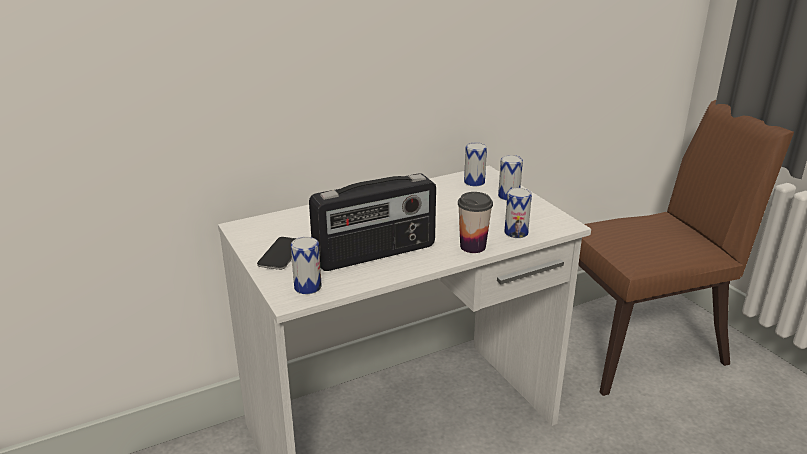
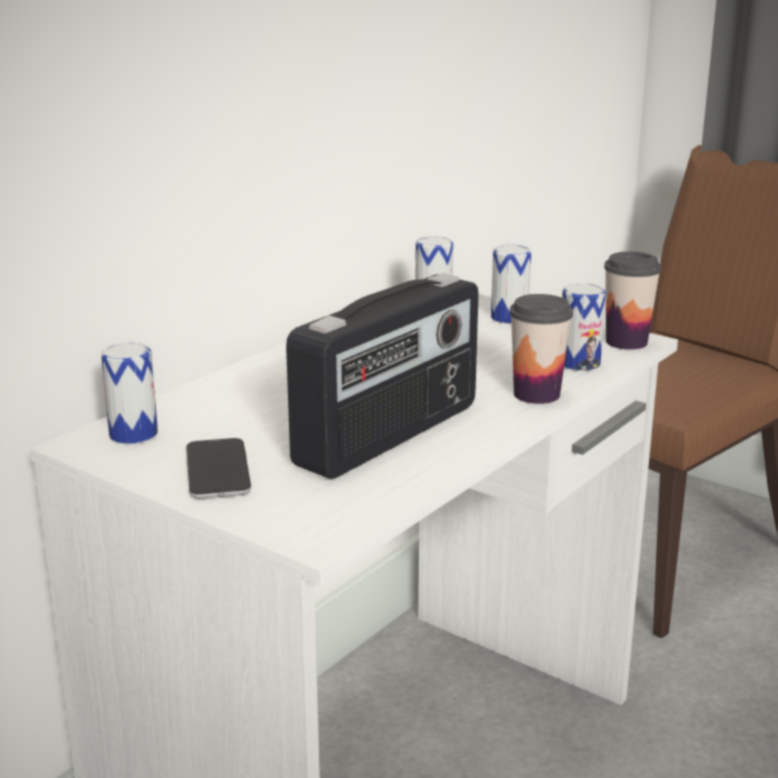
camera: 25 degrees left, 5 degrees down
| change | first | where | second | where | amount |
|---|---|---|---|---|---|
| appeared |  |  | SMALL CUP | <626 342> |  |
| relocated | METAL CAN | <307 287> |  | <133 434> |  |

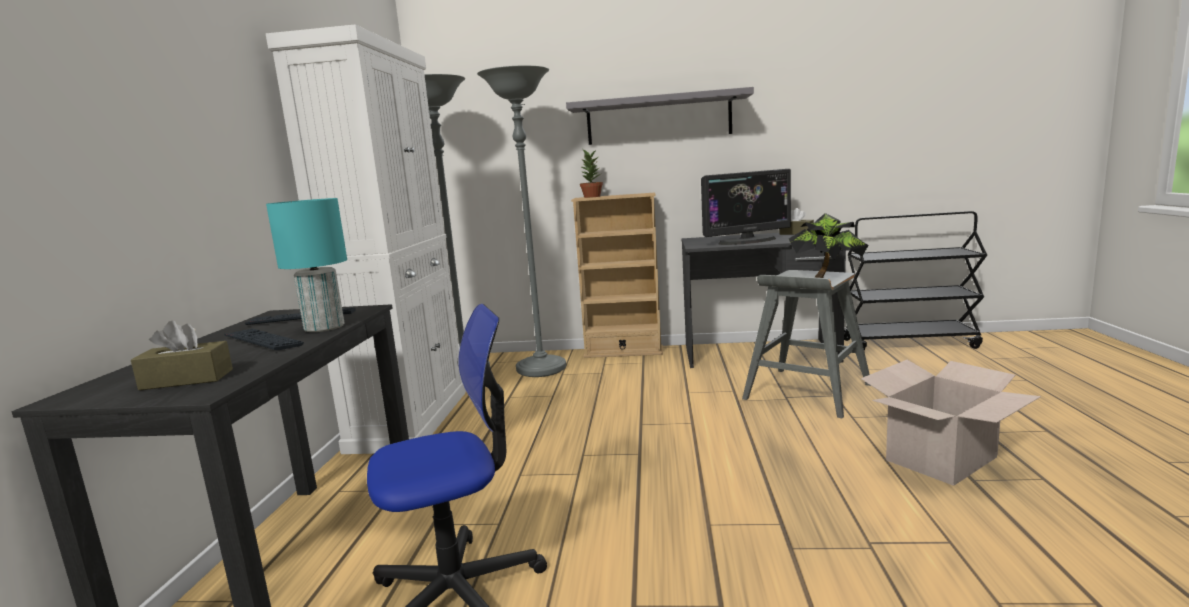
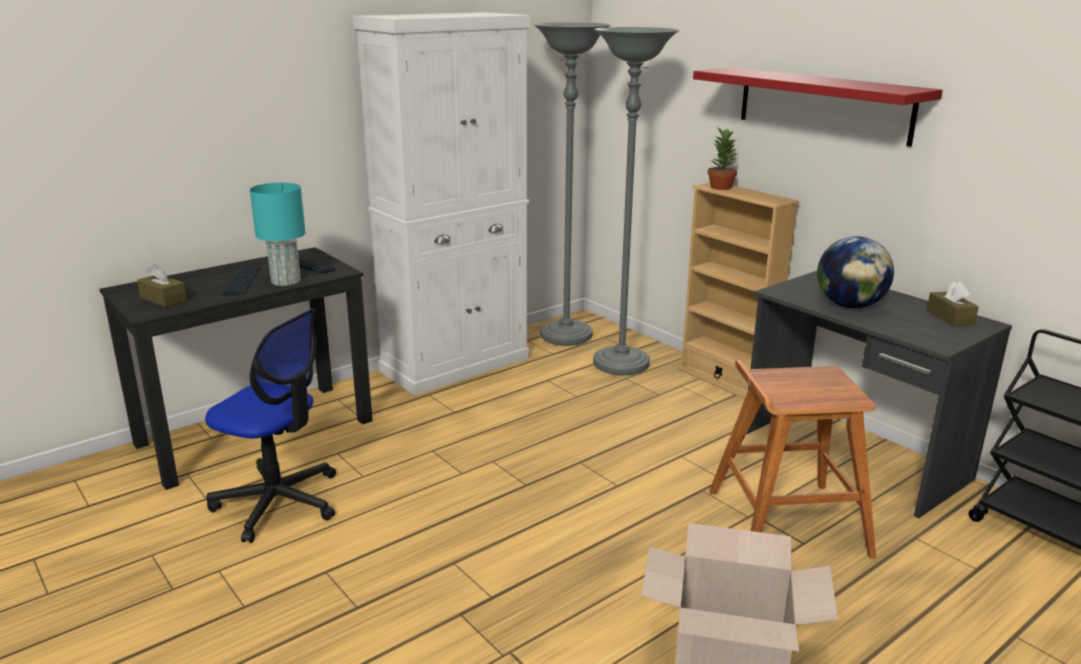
camera: 45 degrees right, 10 degrees up
| change | first | where | second | where | amount |
|---|---|---|---|---|---|
| missing | POTTED PLANT | <826 276> |  |  |  |
| exchanged | COMPUTER SCREEN | <747 241> | WORLD GLOBE | <849 306> |  |
| colour | GREYISH SHELF | <658 119> | RED SHELF | <823 104> |  |
| colour | GREYISH STOOL SEAT | <806 392> | BROWN-COLOURED STOOL SEAT | <785 522> |  |

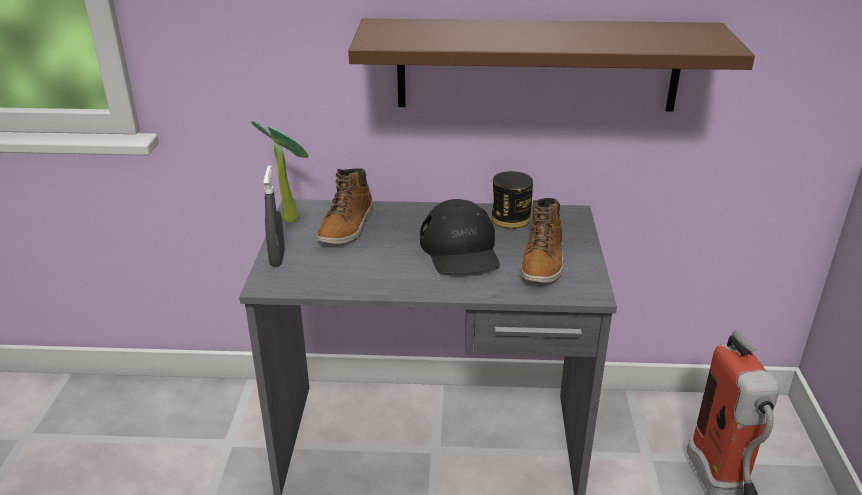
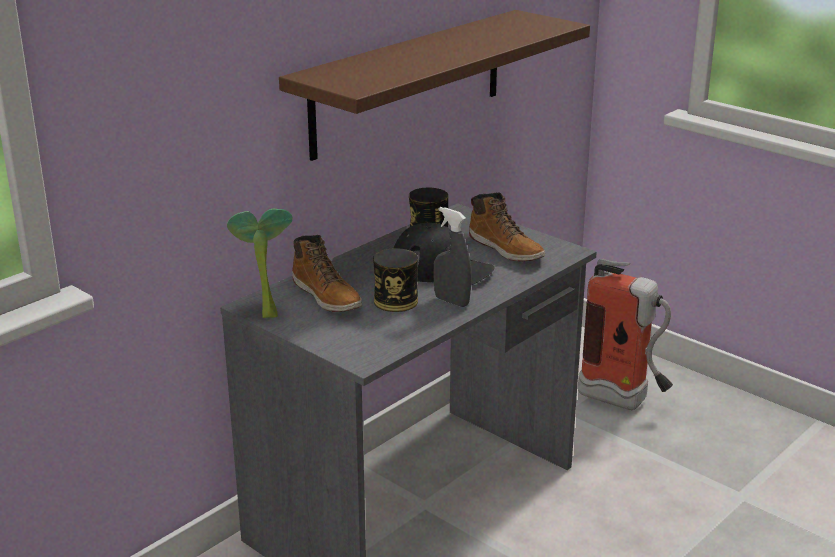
camera: 50 degrees left, 5 degrees down
| change | first | where | second | where | amount |
|---|---|---|---|---|---|
| appeared |  |  | METAL CAN | <396 301> |  |
| relocated | GREYISH SPRAYER | <277 258> |  | <451 301> |  |

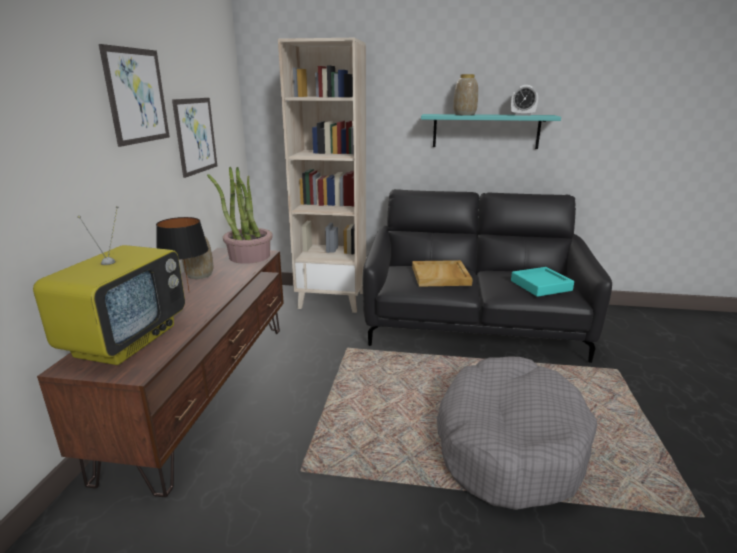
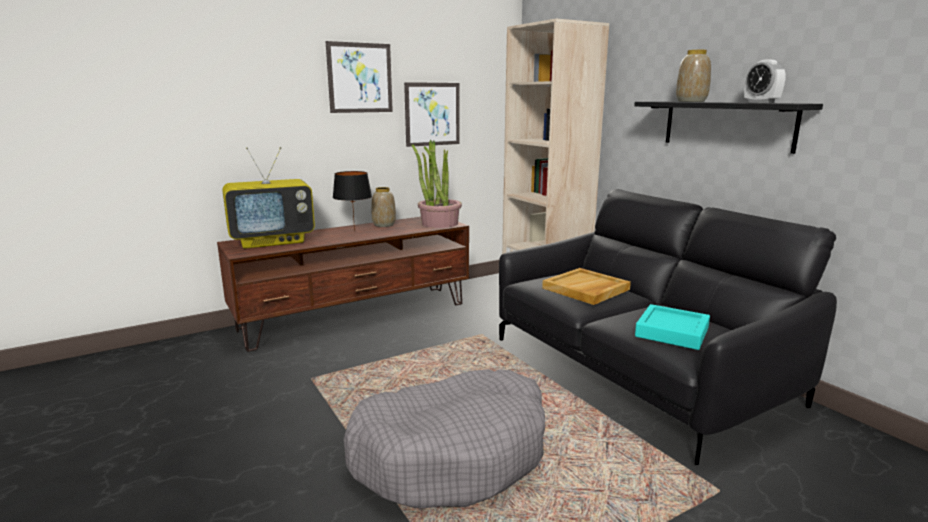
camera: 50 degrees right, 5 degrees down
| change | first | where | second | where | amount |
|---|---|---|---|---|---|
| colour | TURQUOISE SHELF | <486 131> | BLACK-COLOURED SHELF | <727 125> |  |

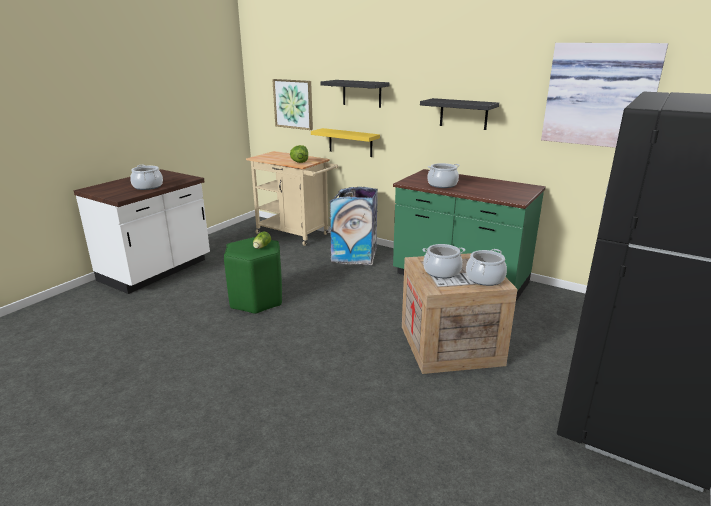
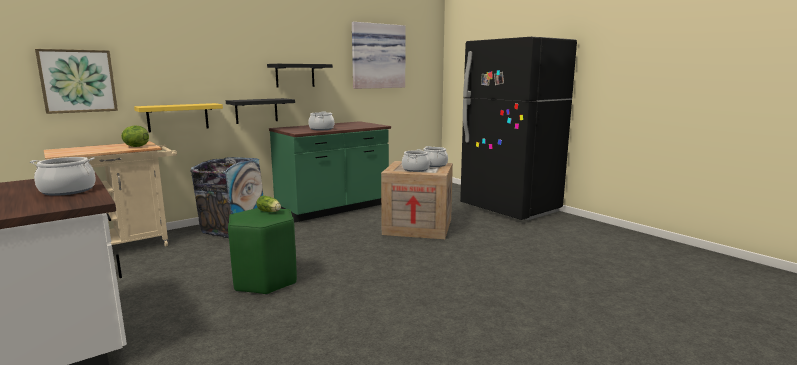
camera: 70 degrees left, 10 degrees down
| change | first | where | second | where | amount |
|---|---|---|---|---|---|
| relocated | BLACK-COLOURED SHELF | <362 93> |  | <256 110> |  |

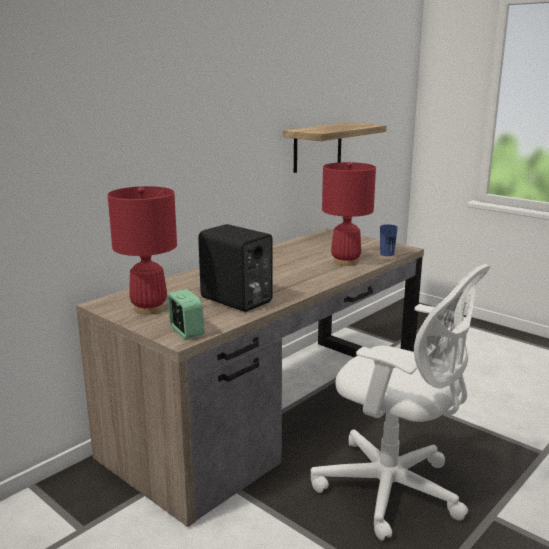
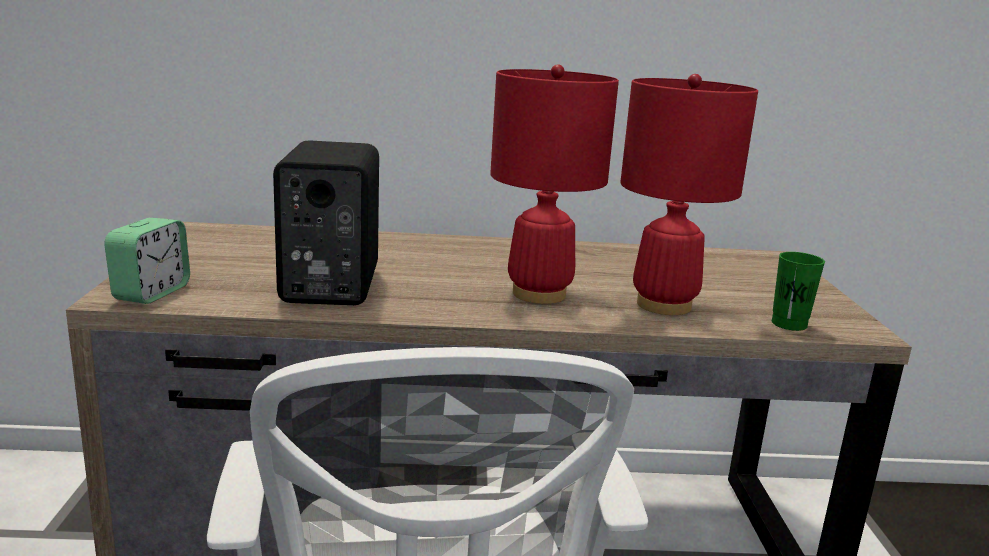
camera: 45 degrees right, 0 degrees up
| change | first | where | second | where | amount |
|---|---|---|---|---|---|
| missing | SHELF | <317 147> |  |  |  |
| relocated | RED TABLETOP LAMP | <149 308> |  | <538 294> |  |
| colour | BLUE-COLOURED SMALL CUP | <387 254> | GREENISH SMALL CUP | <789 324> |  |

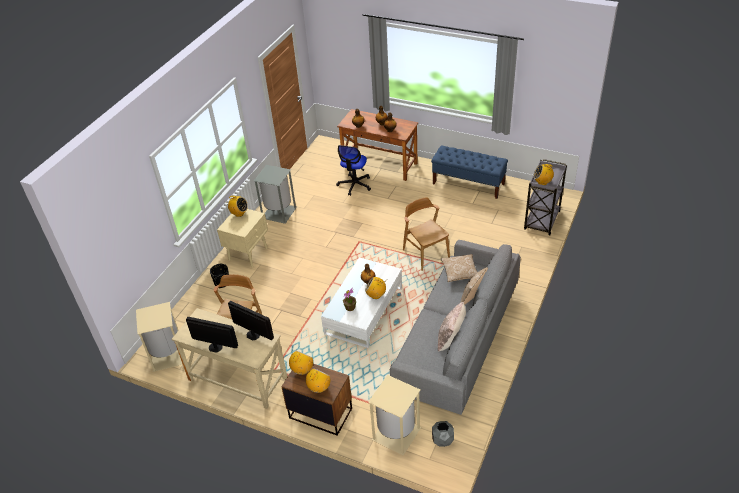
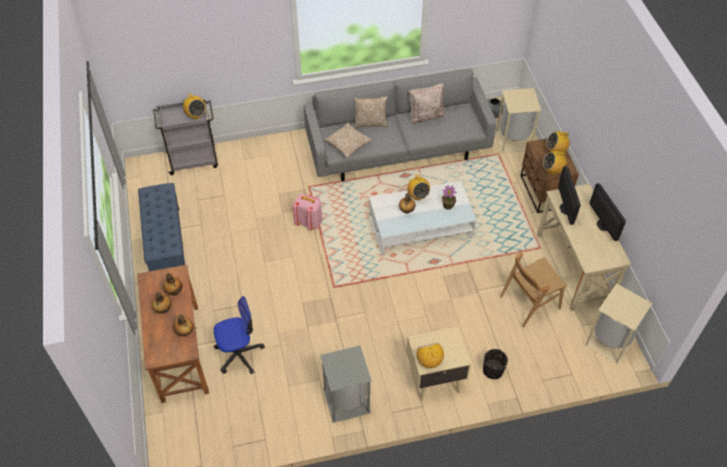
camera: 130 degrees left, 10 degrees up
| change | first | where | second | where | amount |
|---|---|---|---|---|---|
| exchanged | BROWN-COLOURED UPRIGHT CHAIR | <426 254> | PINKISH KNAPSACK | <309 222> |  |

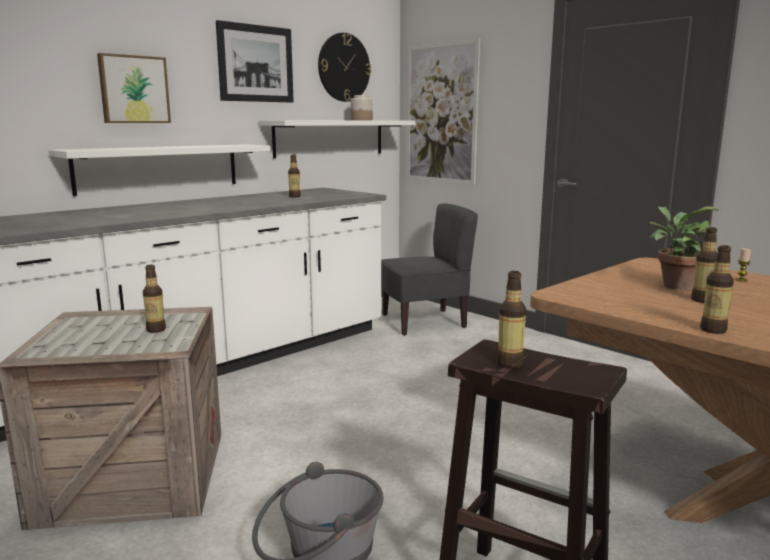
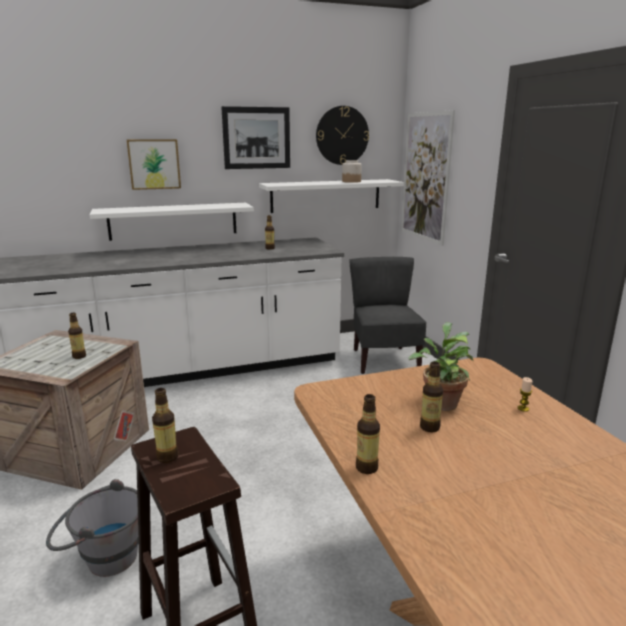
camera: 25 degrees right, 5 degrees up
| change | first | where | second | where | amount |
|---|---|---|---|---|---|
| spun | GREYISH UPRIGHT CHAIR | <424 322> |  | <384 360> | 105 degrees counterclockwise |

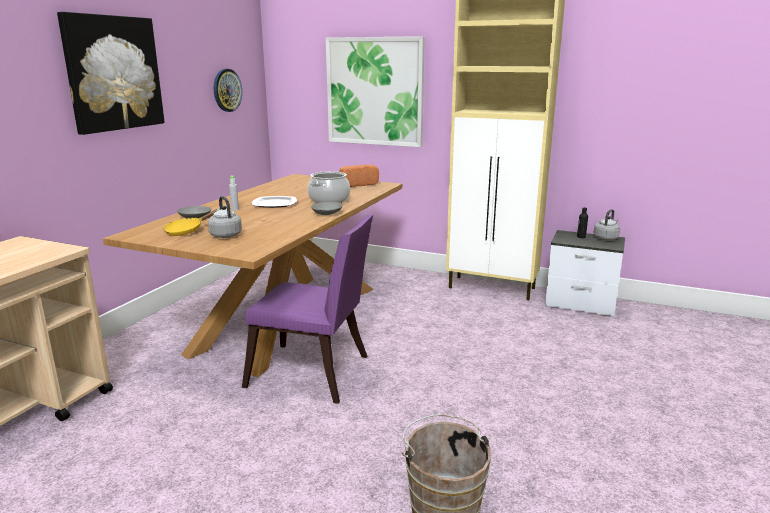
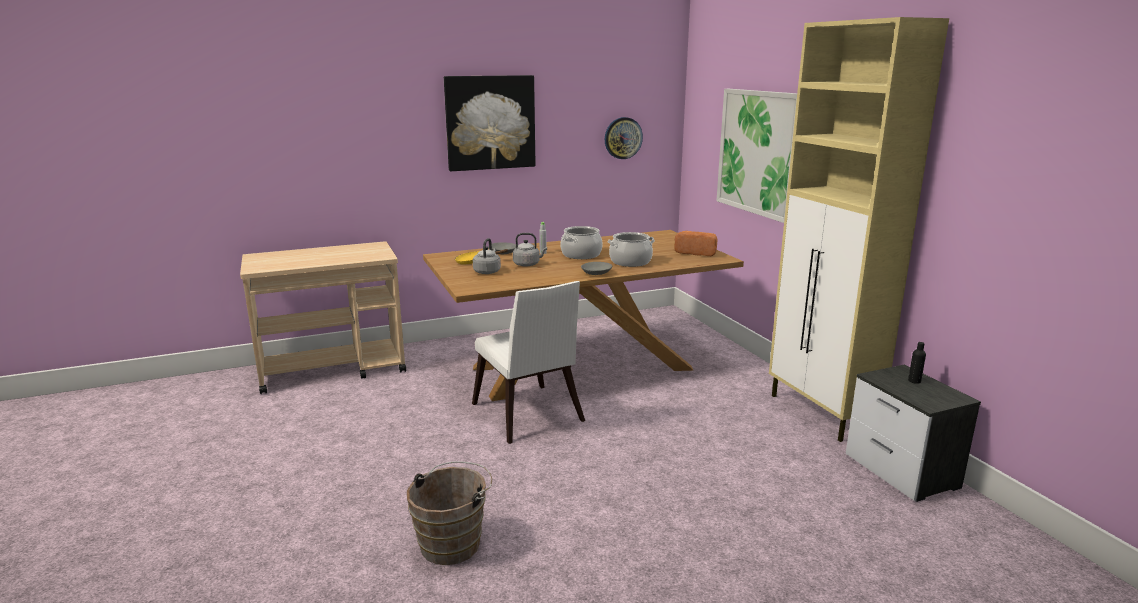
camera: 45 degrees right, 0 degrees up
| change | first | where | second | where | amount |
|---|---|---|---|---|---|
| relocated | GREYISH WATER KETTLE | <606 238> |  | <528 264> |  |
| exchanged | PLATE | <275 204> | SAUCEPOT | <581 255> |  |
| colour | PURPLE UPRIGHT CHAIR | <315 374> | WHITE UPRIGHT CHAIR | <529 417> |  |

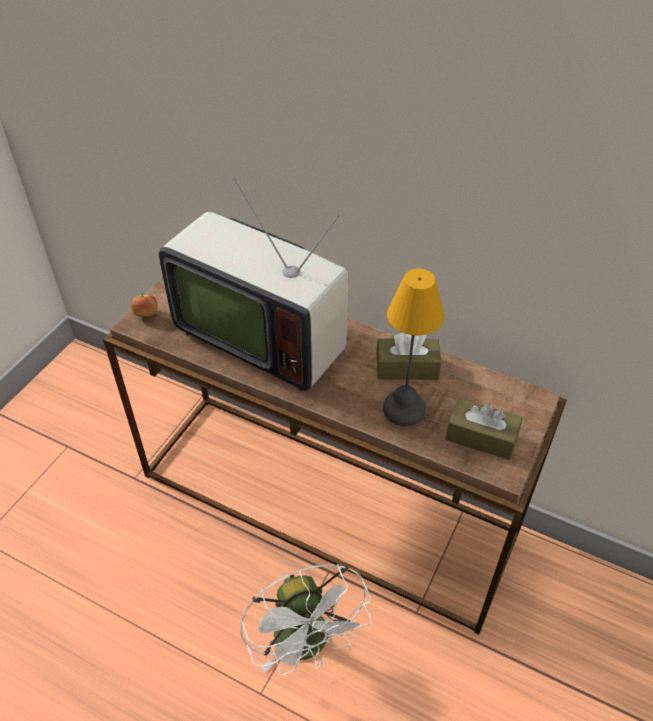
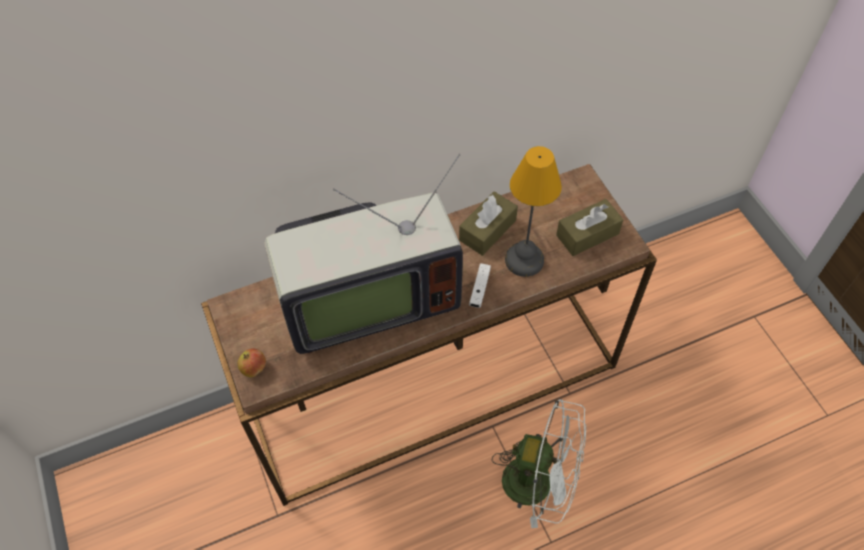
camera: 50 degrees left, 10 degrees up
| change | first | where | second | where | amount |
|---|---|---|---|---|---|
| appeared |  |  | WHITE JOYPAD | <479 289> |  |

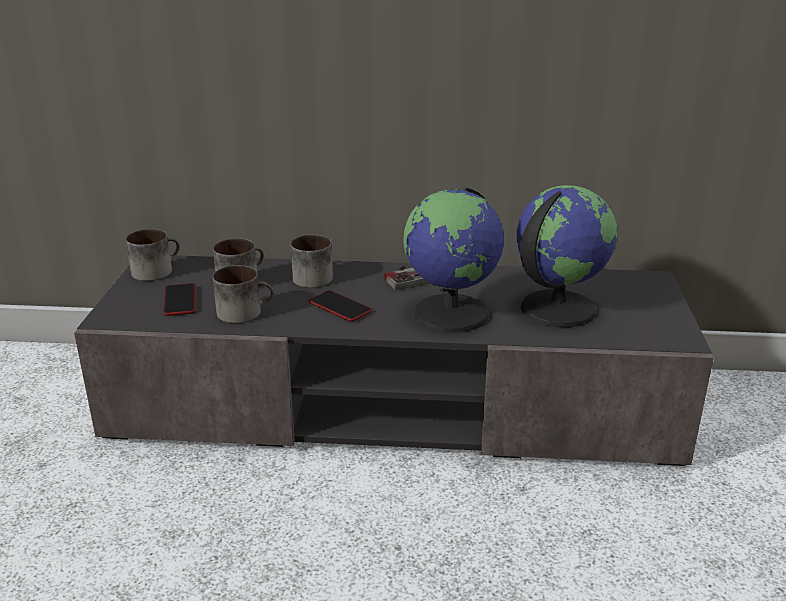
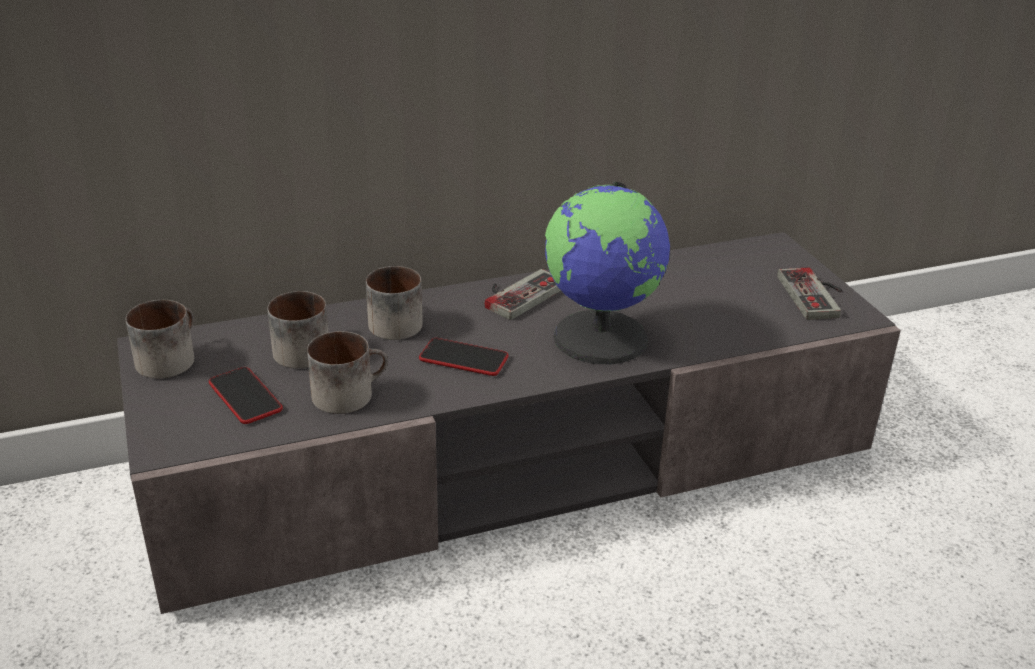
camera: 25 degrees left, 5 degrees up
| change | first | where | second | where | amount |
|---|---|---|---|---|---|
| missing | WORLD GLOBE | <556 308> |  |  |  |
| appeared |  |  | JOYPAD | <817 295> |  |

